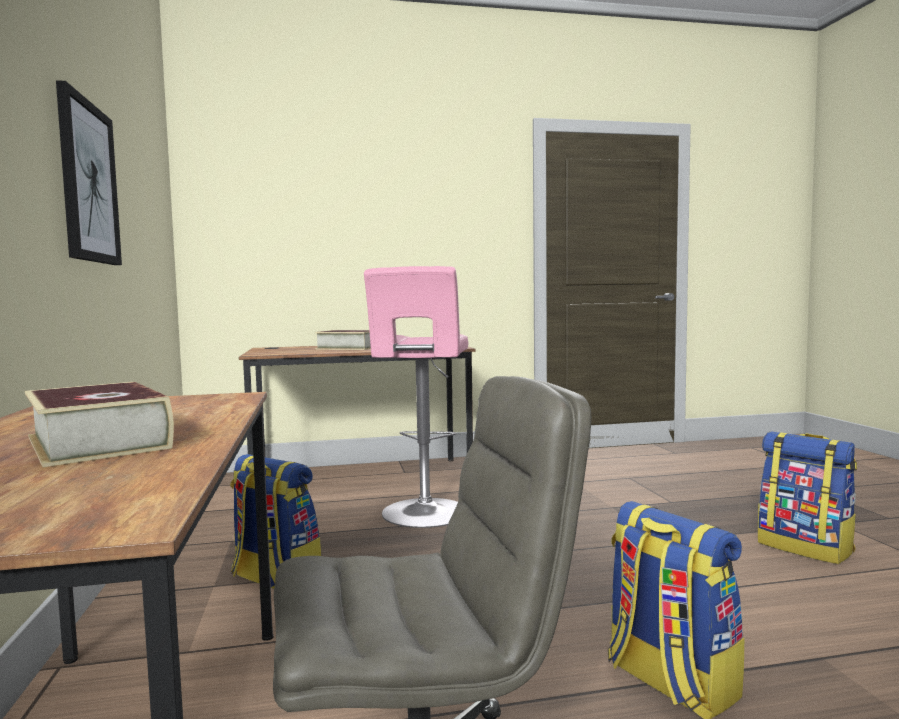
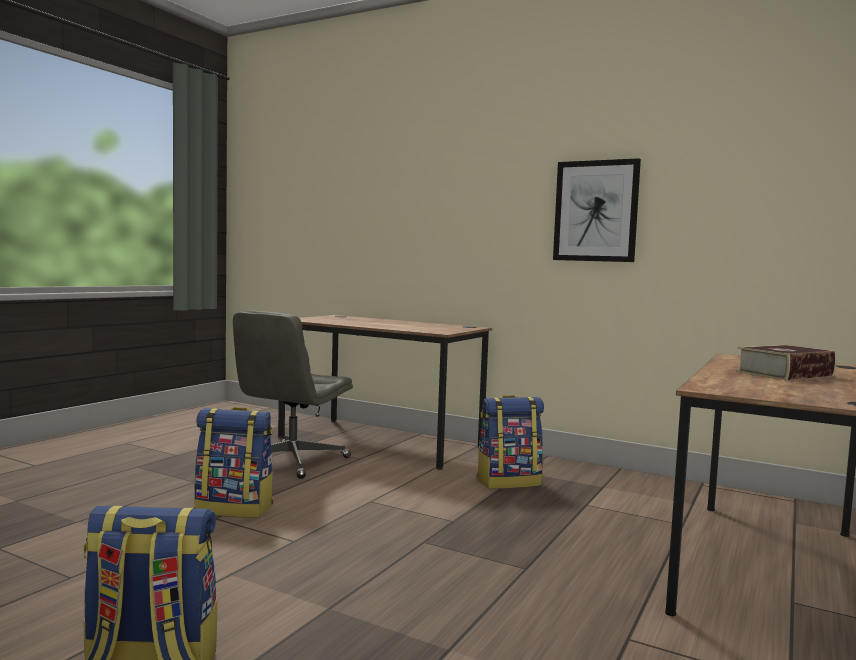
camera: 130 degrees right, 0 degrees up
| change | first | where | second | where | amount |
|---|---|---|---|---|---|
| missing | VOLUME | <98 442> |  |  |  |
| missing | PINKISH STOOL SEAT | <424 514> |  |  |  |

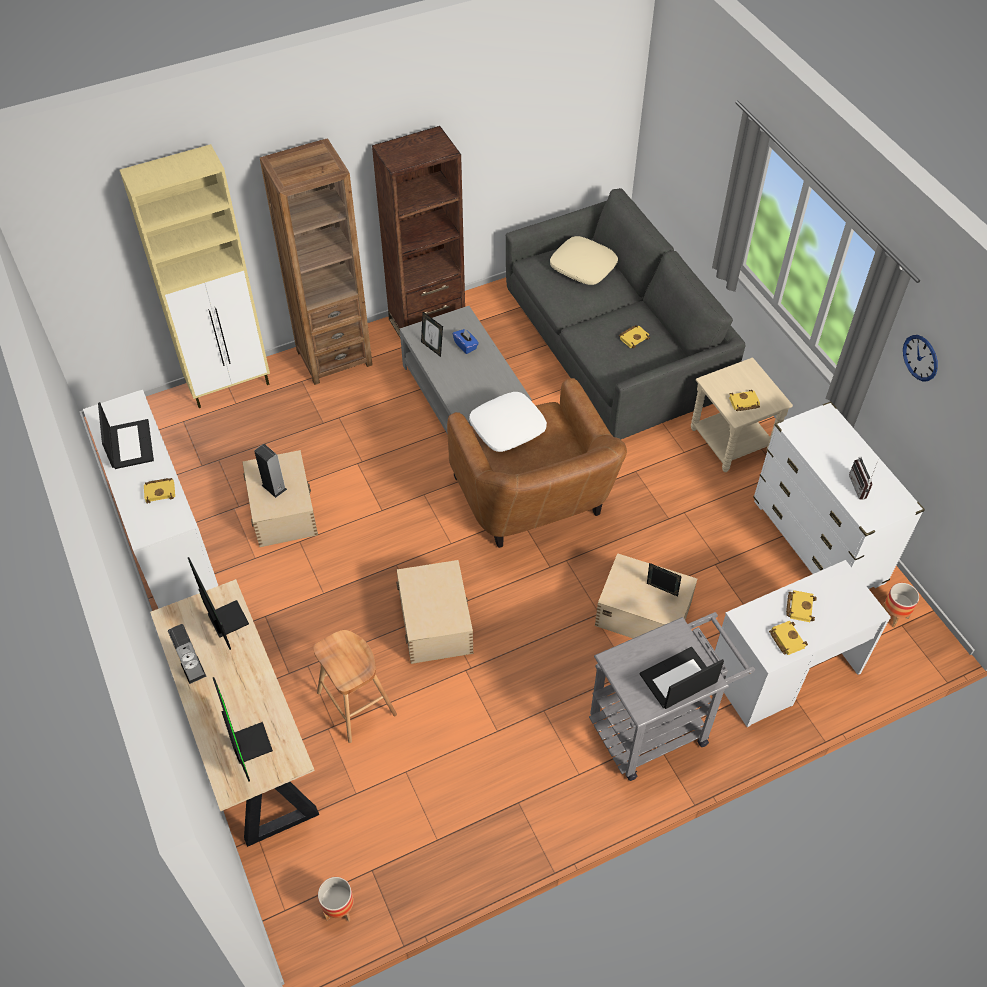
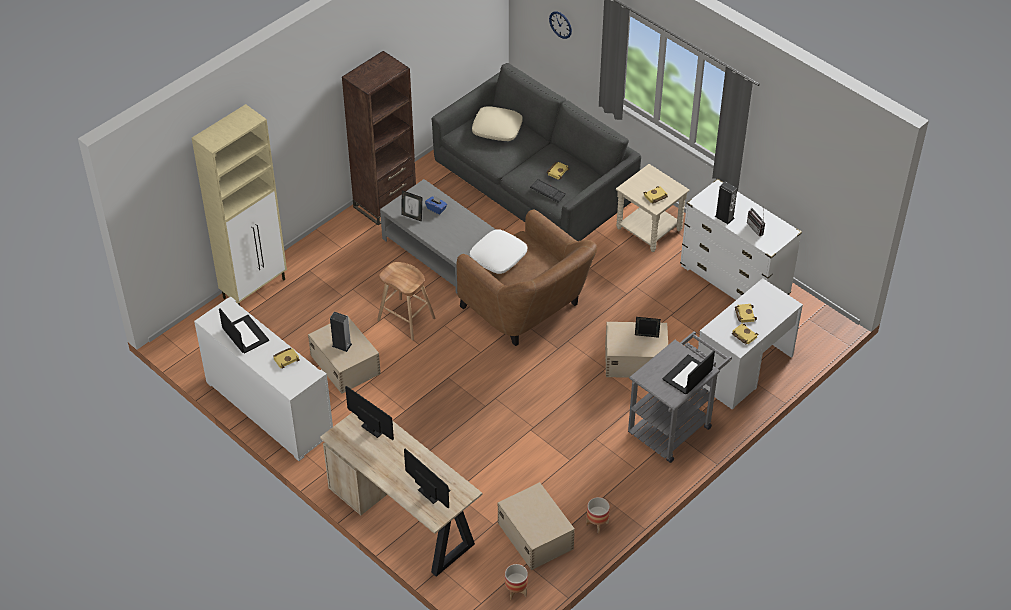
camera: 20 degrees left, 5 degrees down
| change | first | where | second | where | amount |
|---|---|---|---|---|---|
| missing | BROWN-COLOURED BOOKSHELF | <334 357> |  |  |  |
| appeared |  |  | PC KEYBOARD | <548 191> |  |
| relocated | LOUDSPEAKER | <193 669> |  | <724 217> |  |
| relocated | BROWN-COLOURED STOOL SEAT | <356 703> |  | <406 319> |  |
| relocated | BEIGE-COLOURED STORAGE CONTAINER | <436 621> |  | <535 535> |  |
| relocated | FLOWER POT | <893 615> |  | <597 524> |  |
| relocated | WALL CLOCK | <920 357> |  | <560 24> |  |

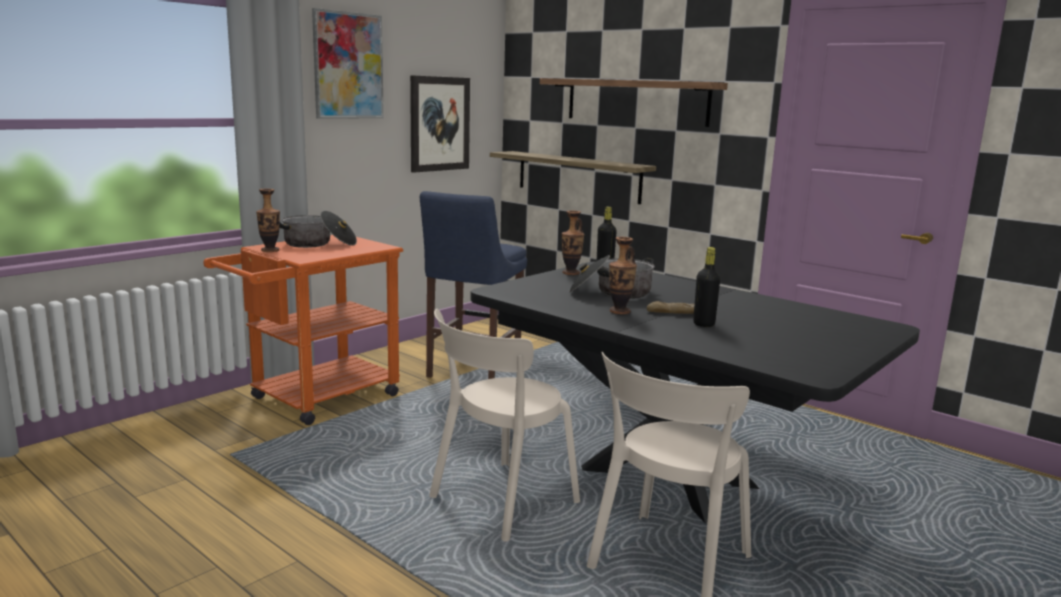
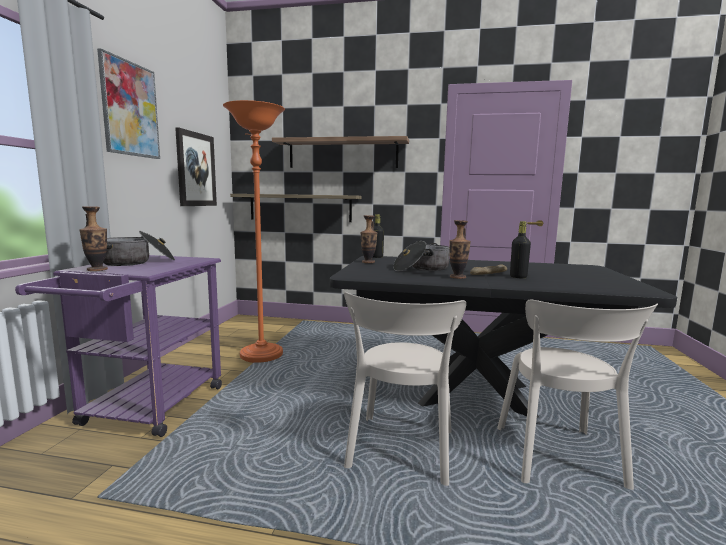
camera: 30 degrees left, 5 degrees down
| change | first | where | second | where | amount |
|---|---|---|---|---|---|
| exchanged | BLUE-COLOURED STOOL SEAT | <471 371> | ORANGE STANDING LAMP | <261 355> |  |
| colour | ORANGE TROLLEY | <315 400> | PURPLE TROLLEY | <147 410> |  |

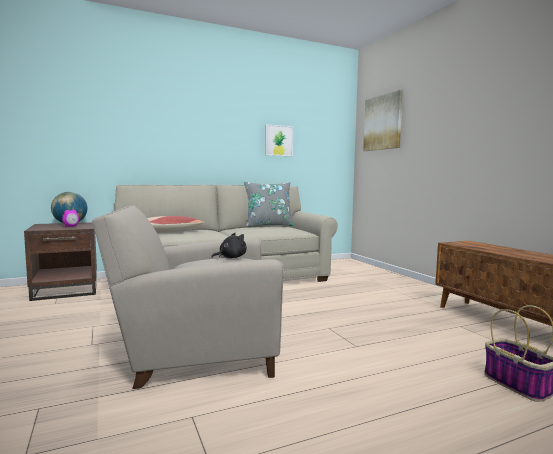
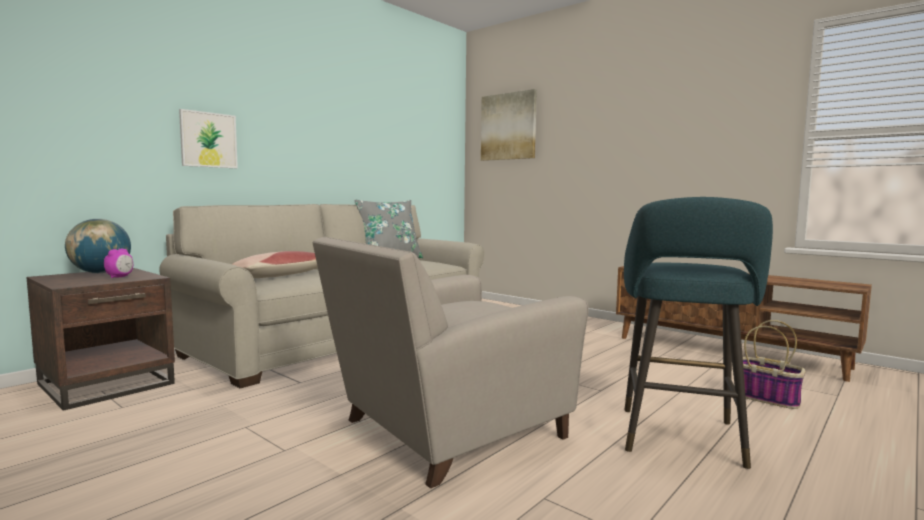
camera: 25 degrees left, 0 degrees up
| change | first | where | second | where | amount |
|---|---|---|---|---|---|
| missing | BLACK-COLOURED PLUSH TOY | <231 257> |  |  |  |
| appeared |  |  | TURQUOISE STOOL SEAT | <681 440> |  |
| relocated | WALL PICTURE | <278 140> |  | <208 140> |  |

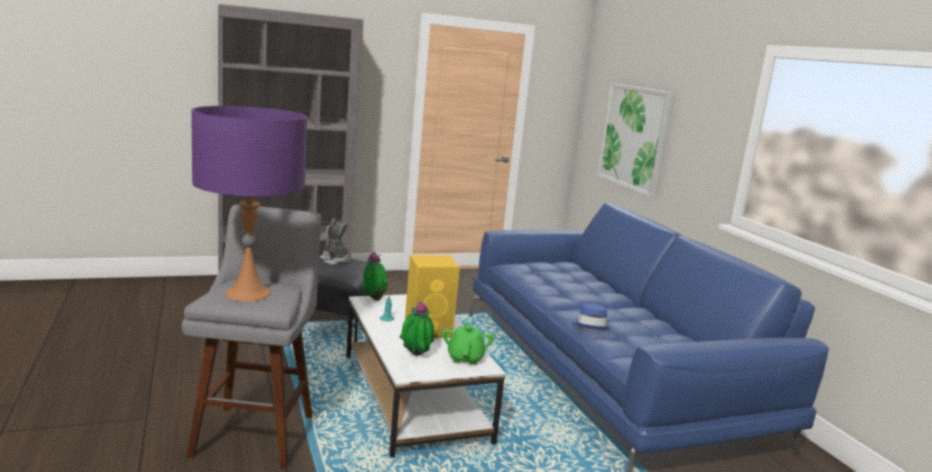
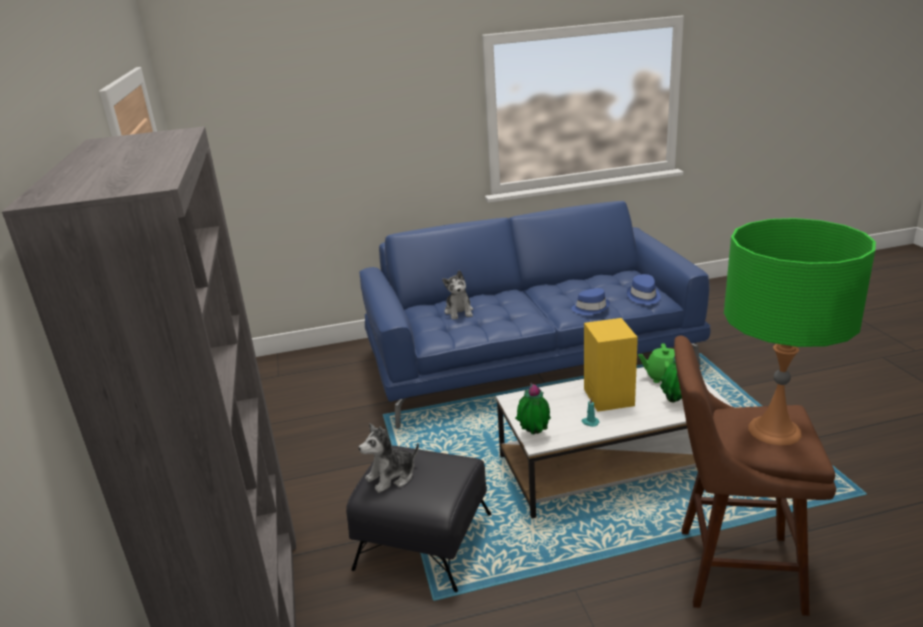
camera: 80 degrees left, 10 degrees up
| change | first | where | second | where | amount |
|---|---|---|---|---|---|
| missing | WALL PICTURE | <634 137> |  |  |  |
| appeared |  |  | PLUSH TOY | <459 311> |  |
| appeared |  |  | BLUE-COLOURED HAT | <643 296> |  |
| colour | GREYISH STOOL SEAT | <256 431> | BROWN-COLOURED STOOL SEAT | <730 569> |  |
| colour | PURPLE TABLETOP LAMP | <248 293> | GREENISH TABLETOP LAMP | <774 430> |  |

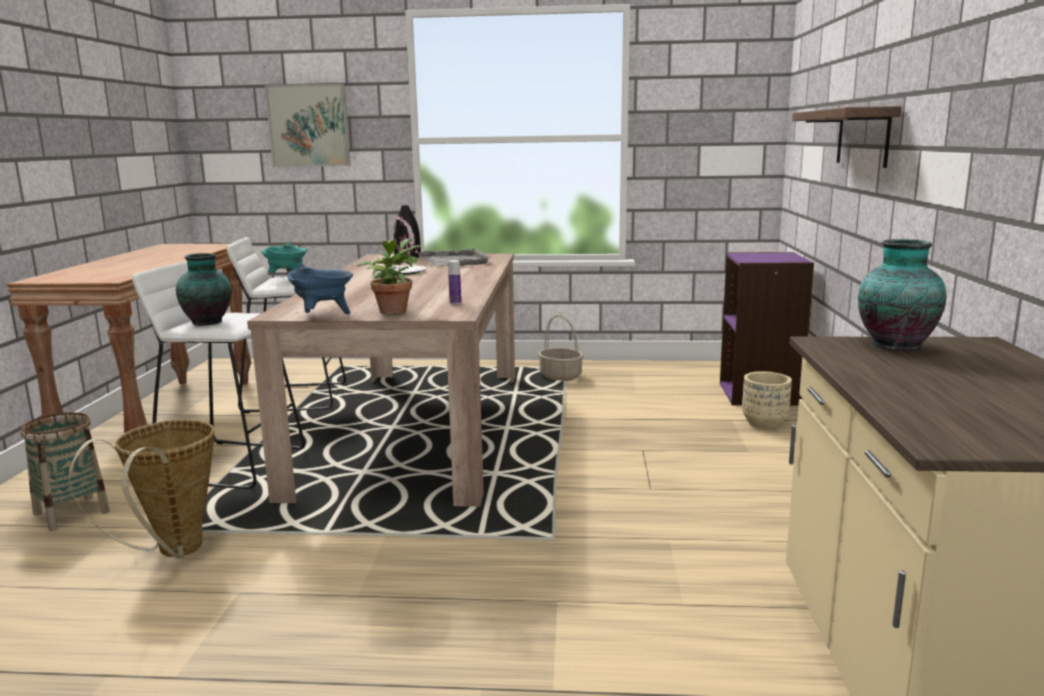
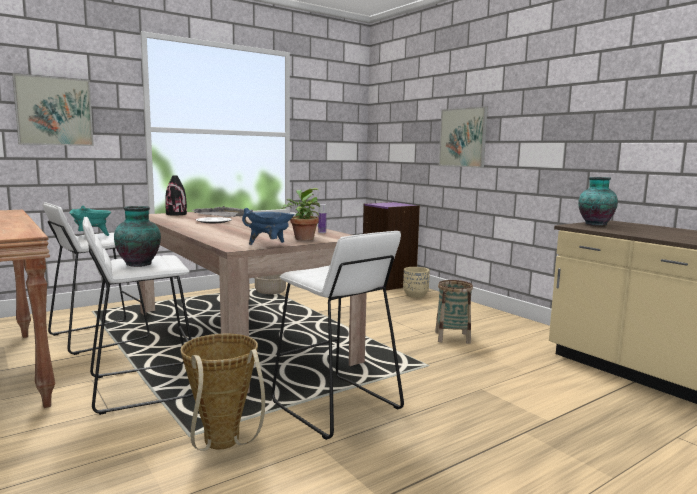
camera: 40 degrees left, 5 degrees down
| change | first | where | second | where | amount |
|---|---|---|---|---|---|
| appeared |  |  | WHITE STOOL SEAT | <335 406> |  |
| relocated | BASKET | <72 513> |  | <452 337> |  |
| exchanged | SHELF | <862 137> | WALL PICTURE | <463 137> |  |

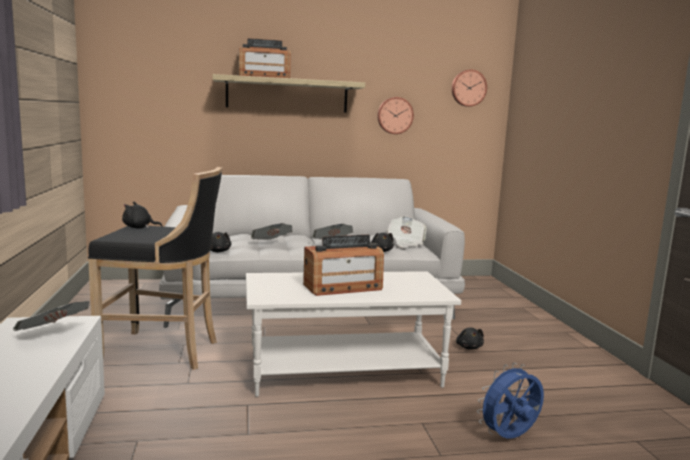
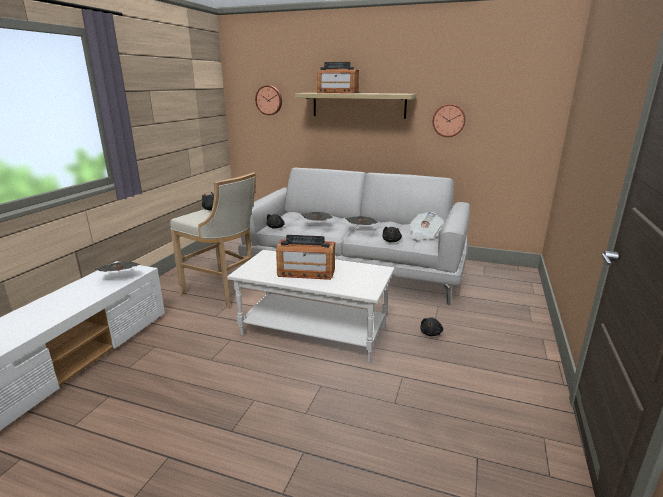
camera: 30 degrees right, 10 degrees up
| change | first | where | second | where | amount |
|---|---|---|---|---|---|
| missing | BLUE-COLOURED FAN | <509 438> |  |  |  |
| relocated | WALL CLOCK | <468 88> |  | <269 100> |  |
| colour | BLACK-COLOURED STOOL SEAT | <164 352> | BEIGE-COLOURED STOOL SEAT | <224 291> |  |

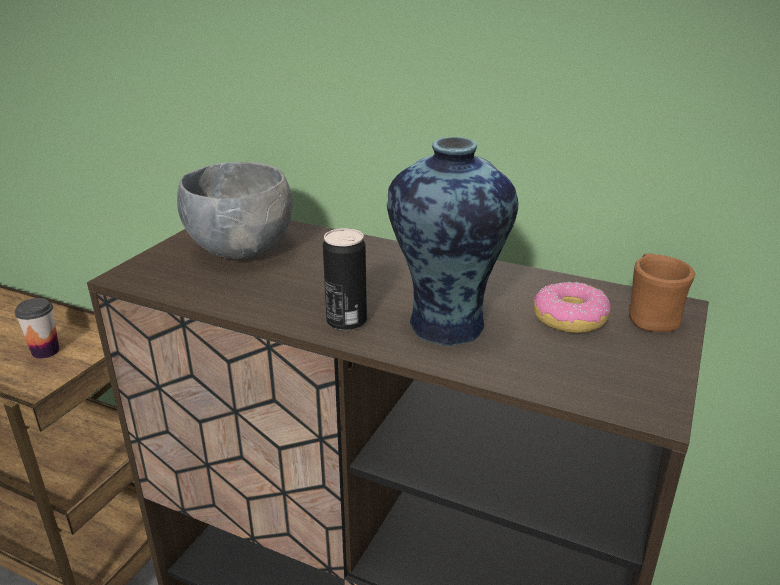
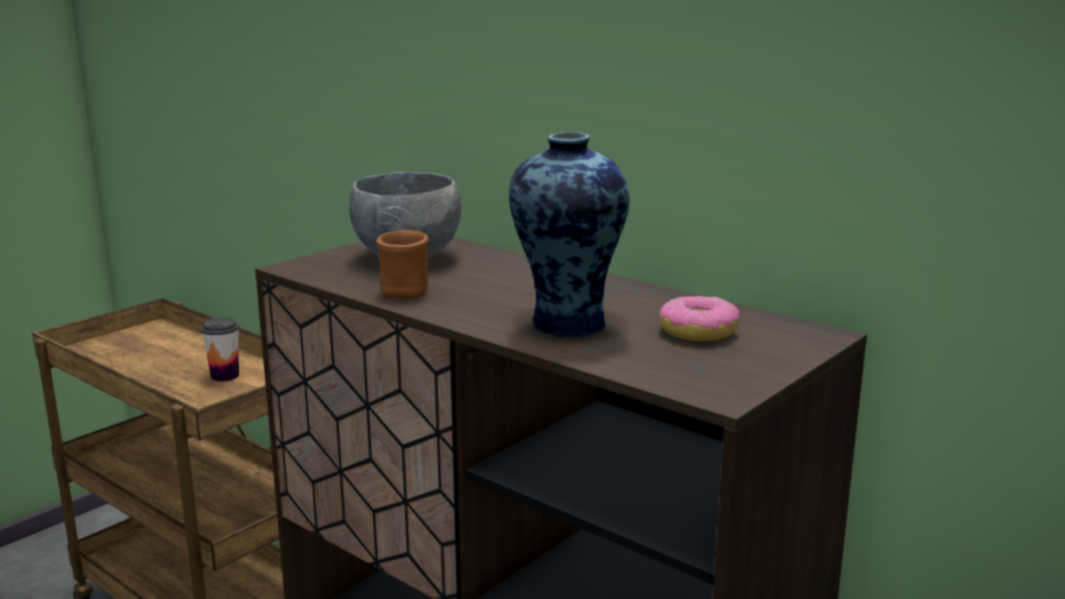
camera: 15 degrees right, 10 degrees down
| change | first | where | second | where | amount |
|---|---|---|---|---|---|
| missing | METAL CAN | <346 321> |  |  |  |
| relocated | BROWN-COLOURED MUG | <649 317> |  | <408 290> |  |

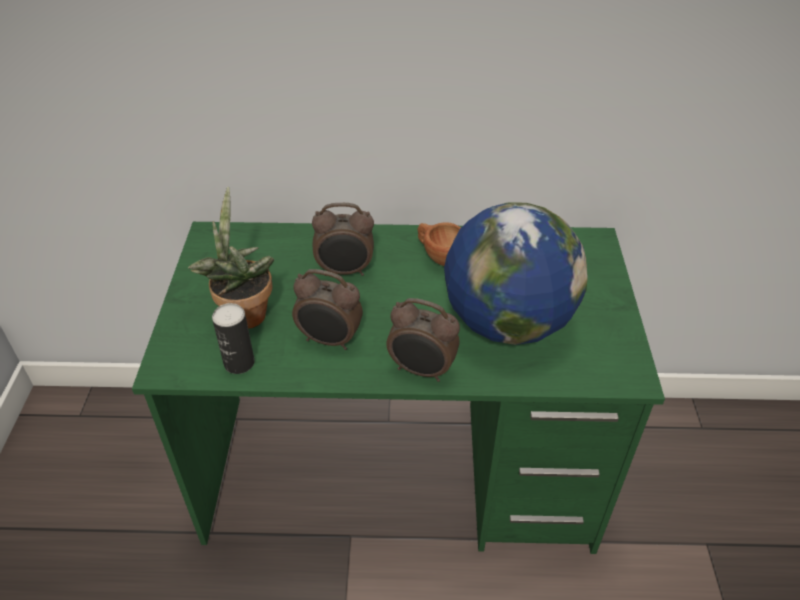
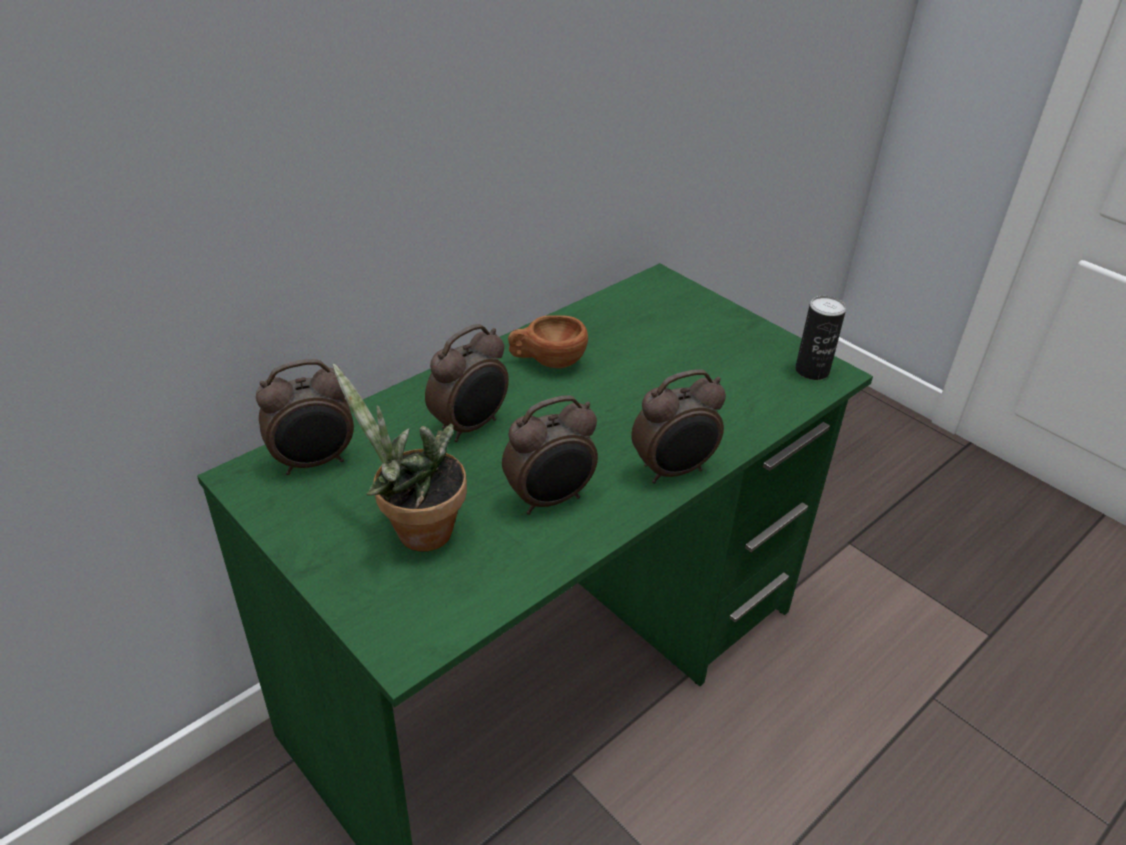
camera: 45 degrees left, 5 degrees down
| change | first | where | second | where | amount |
|---|---|---|---|---|---|
| missing | WORLD GLOBE | <507 323> |  |  |  |
| appeared |  |  | TABLE CLOCK | <314 462> |  |
| relocated | METAL CAN | <239 363> |  | <812 371> |  |

